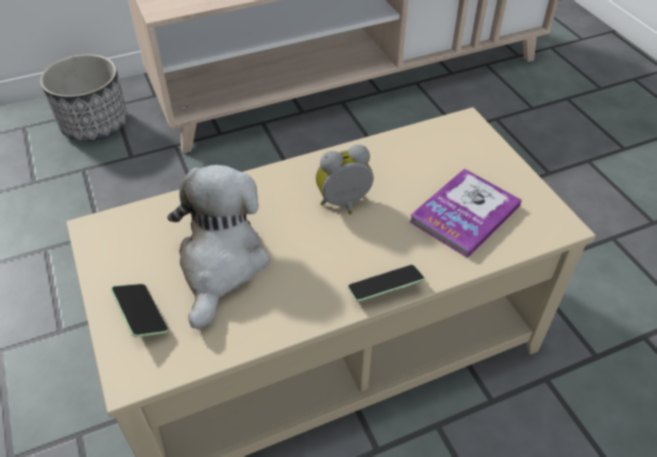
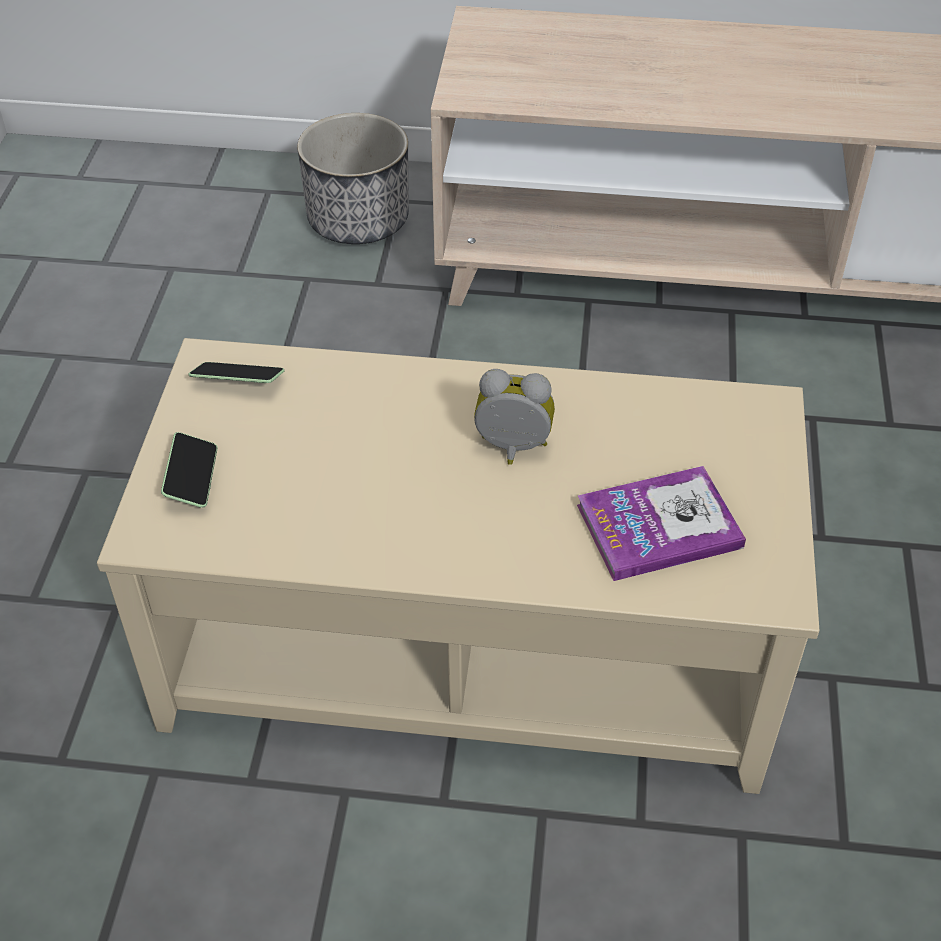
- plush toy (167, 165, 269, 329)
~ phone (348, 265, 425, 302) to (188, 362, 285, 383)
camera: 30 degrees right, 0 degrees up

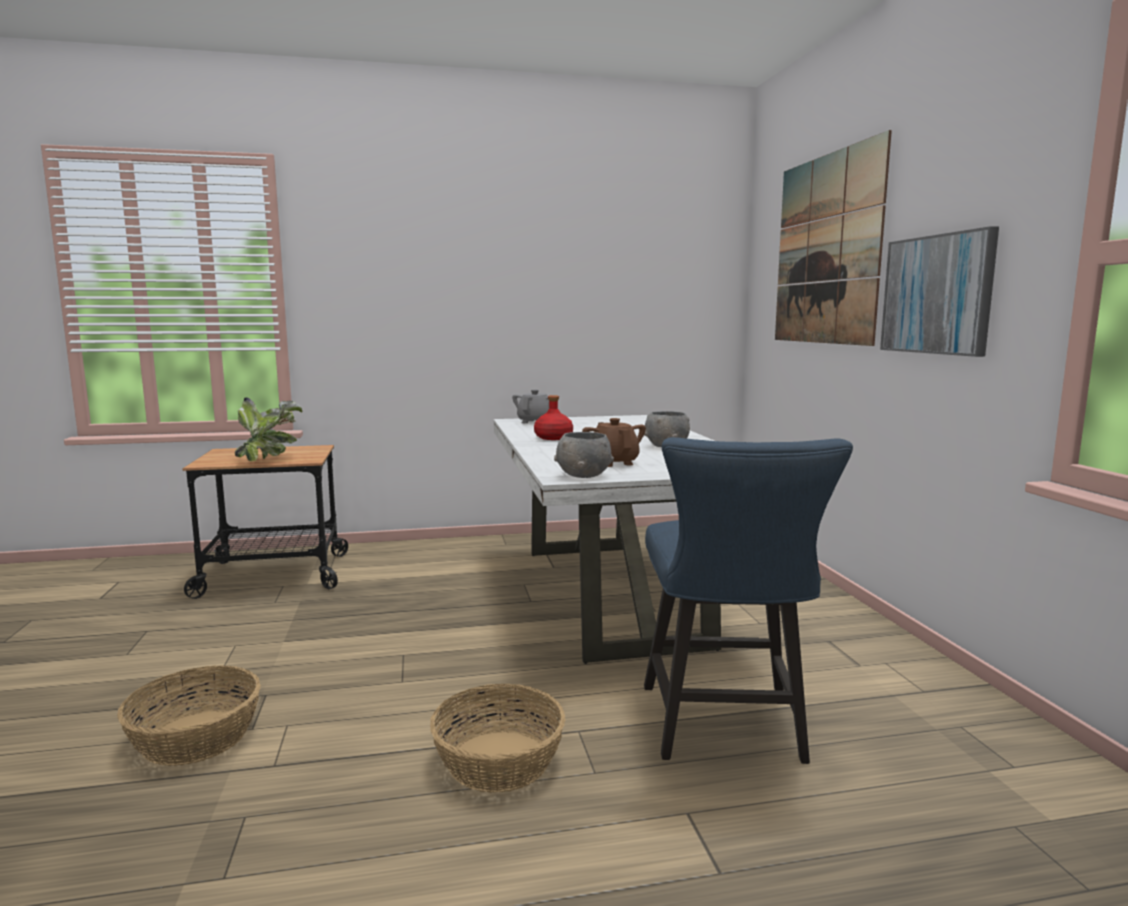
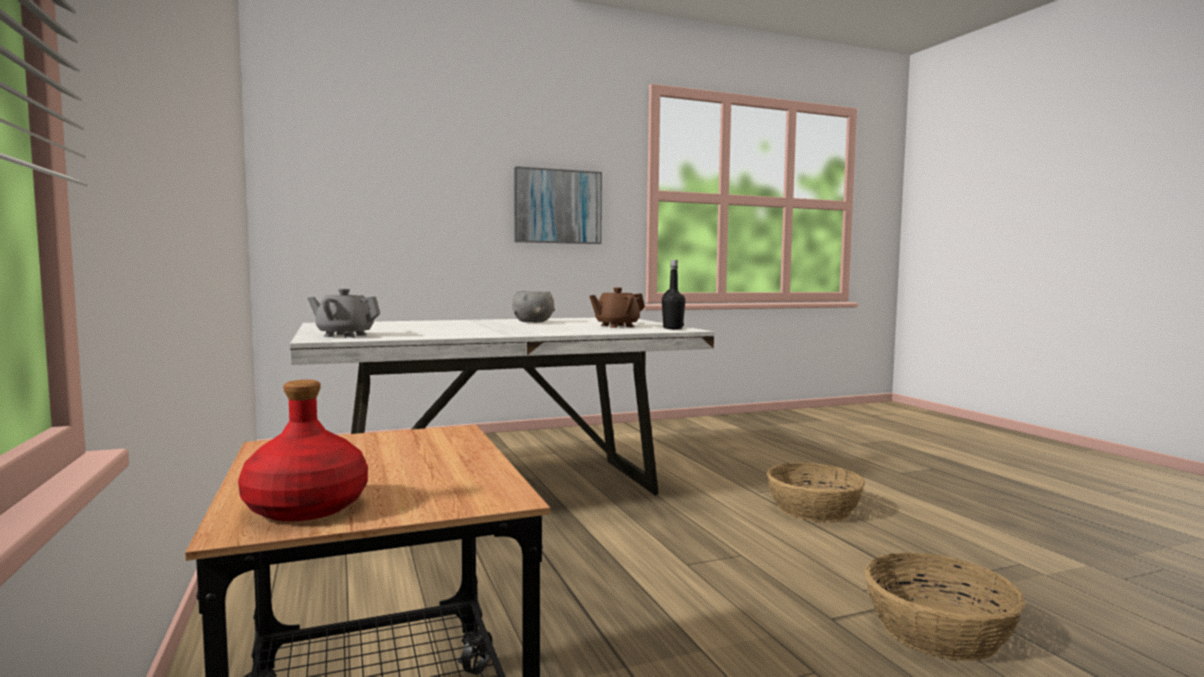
- potted plant (235, 397, 303, 461)
~ bottle (red) (534, 395, 573, 440) to (238, 380, 368, 521)
~ bowl (grey) (554, 432, 614, 478) to bottle (black) (662, 260, 685, 329)
- chair (blue) (644, 437, 853, 764)
- picture (775, 130, 892, 346)
camera: 100 degrees left, 5 degrees down

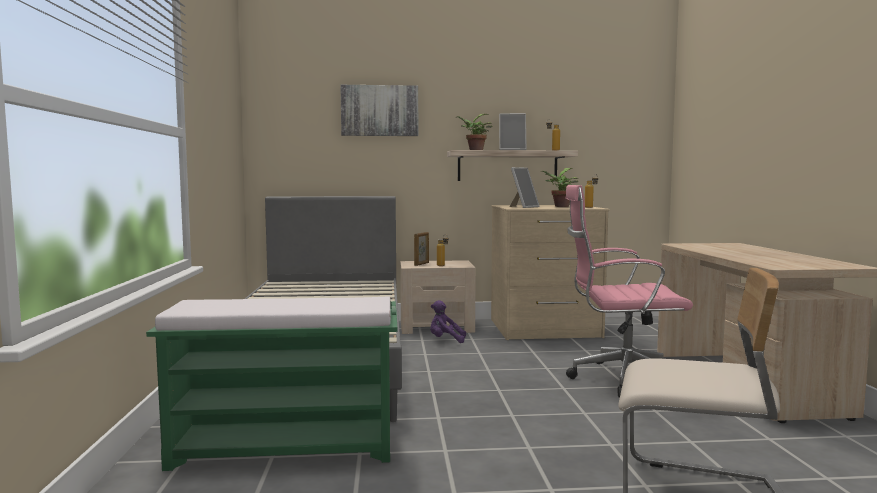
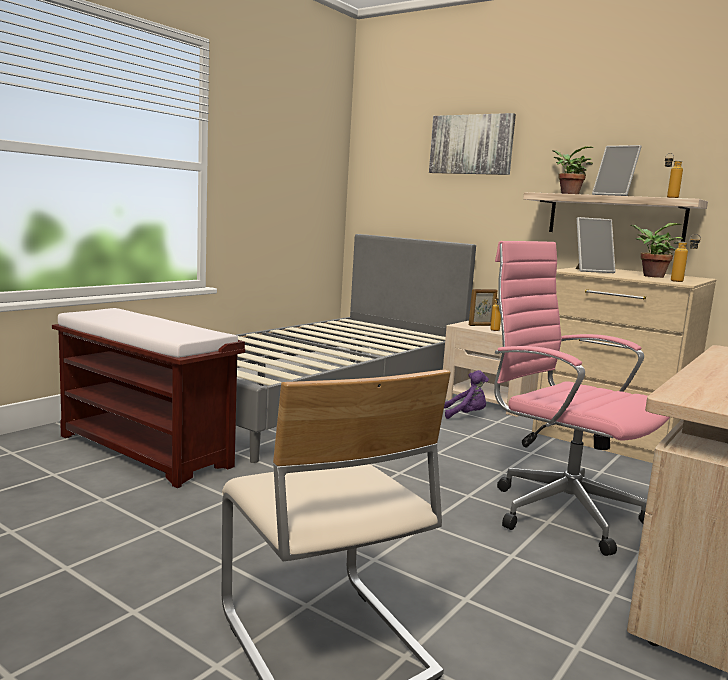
~ bench (green) (146, 296, 397, 471) to bench (brown) (52, 308, 245, 488)
~ plush toy (purple) (430, 300, 466, 343) = (444, 370, 489, 419) 135 degrees clockwise
camera: 40 degrees right, 5 degrees up

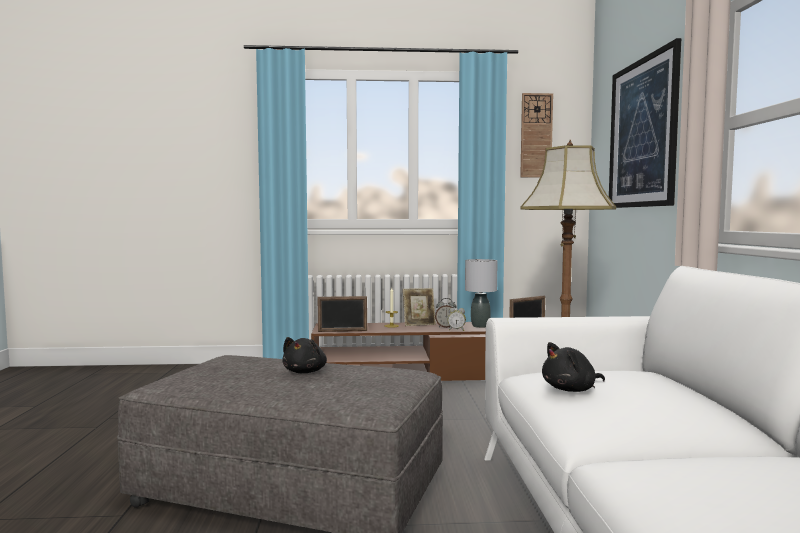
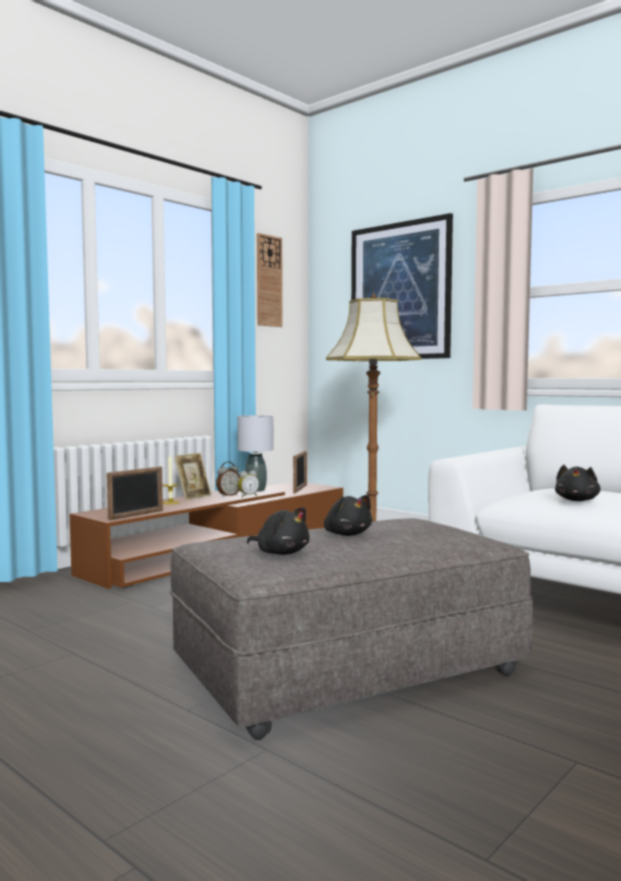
+ plush toy (black) (247, 507, 310, 555)
camera: 45 degrees left, 0 degrees up

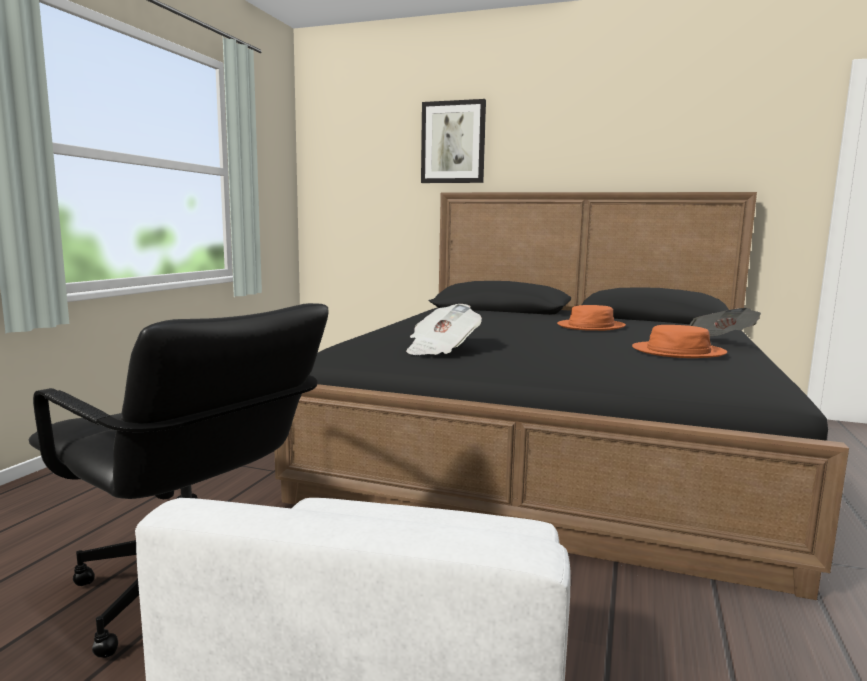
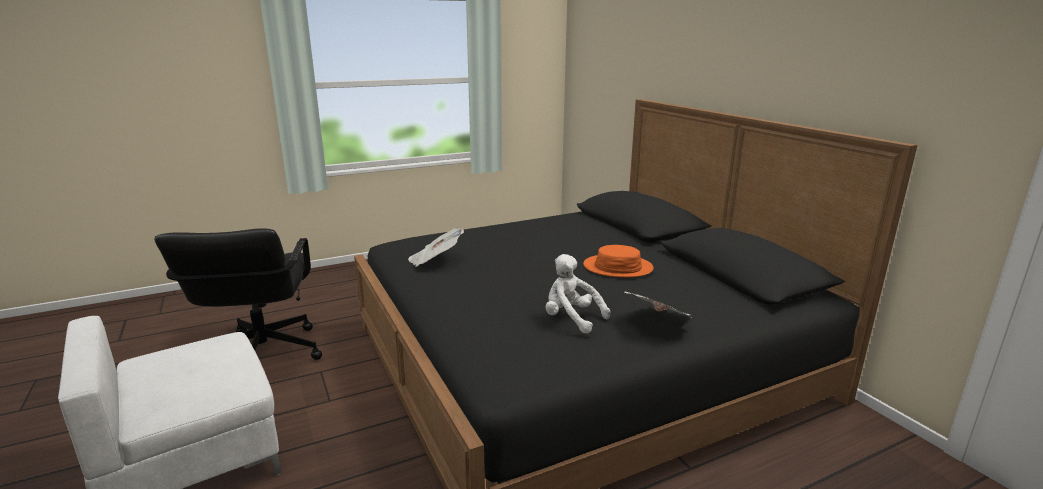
- picture (421, 99, 486, 183)
~ hat (orange) (632, 325, 727, 358) to plush toy (white) (545, 254, 610, 334)
camera: 45 degrees right, 10 degrees up

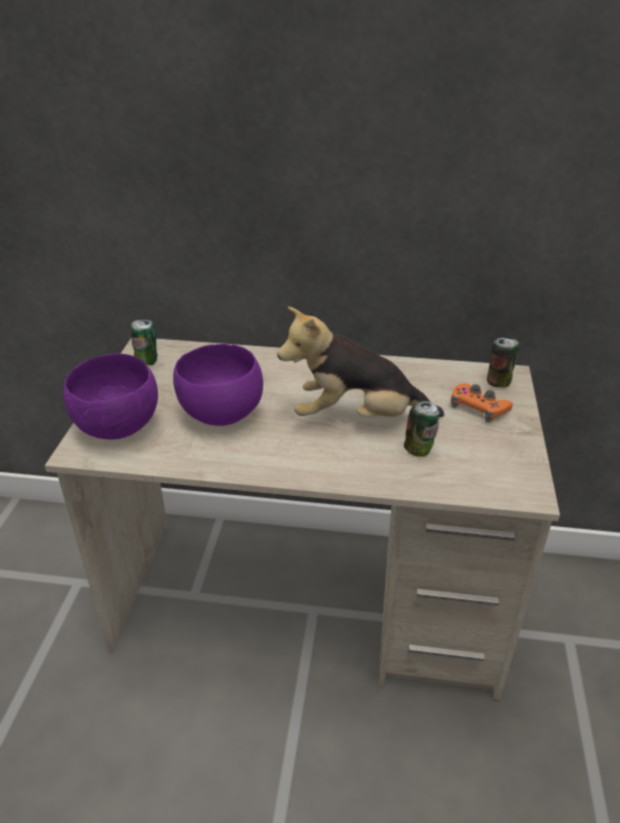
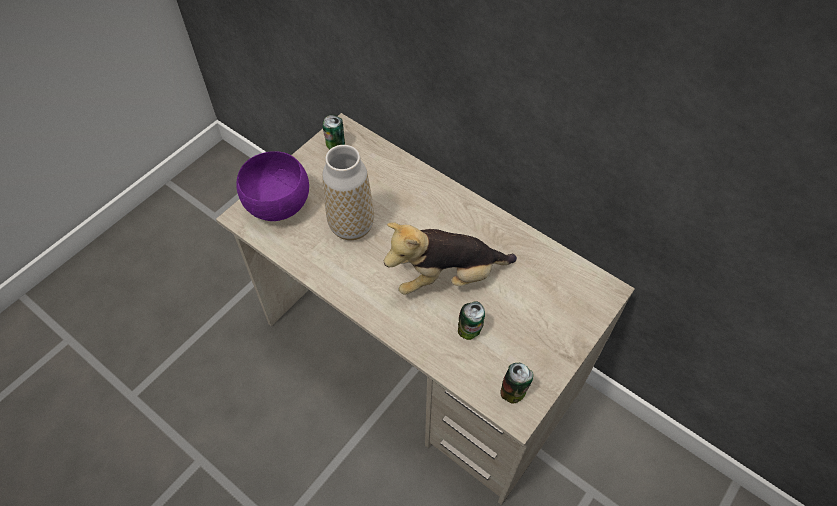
~ bowl (purple) (173, 344, 263, 426) to vase (322, 145, 374, 240)
~ plush toy (277, 307, 444, 417) = (384, 222, 517, 295) 45 degrees counterclockwise
- game controller (orange) (451, 383, 513, 423)
~ can (487, 338, 519, 387) to (501, 363, 533, 404)
camera: 30 degrees right, 20 degrees up

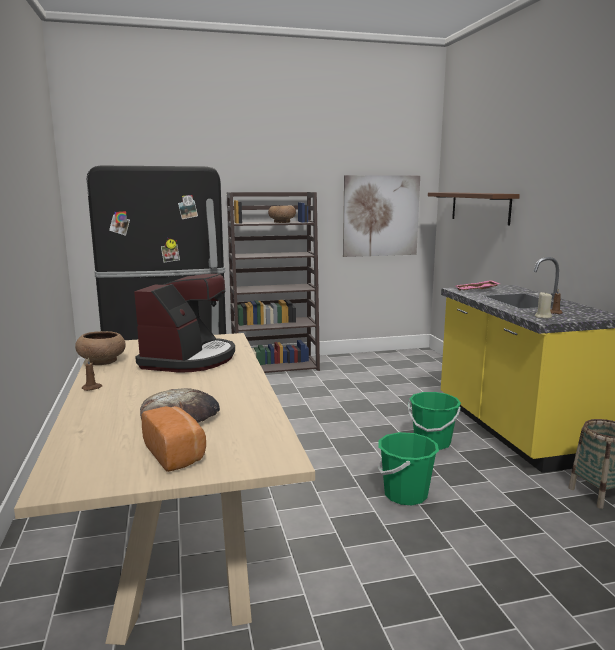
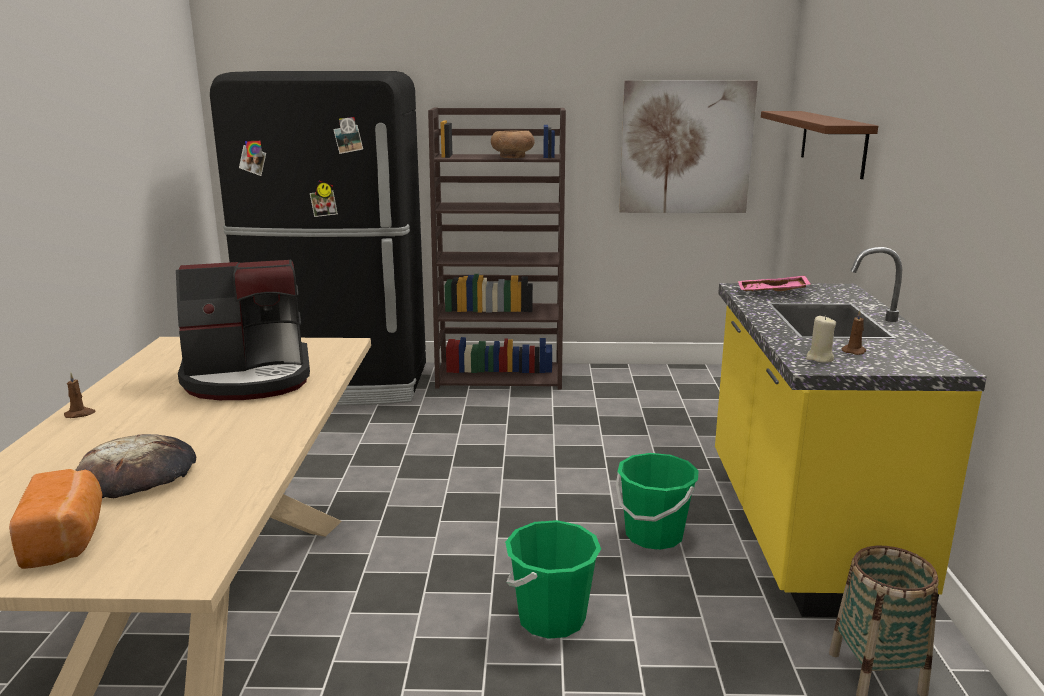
- bowl (brown) (75, 331, 125, 365)
~ coffee machine (134, 273, 235, 373) = (176, 260, 310, 400) 45 degrees clockwise
camera: 15 degrees right, 5 degrees up

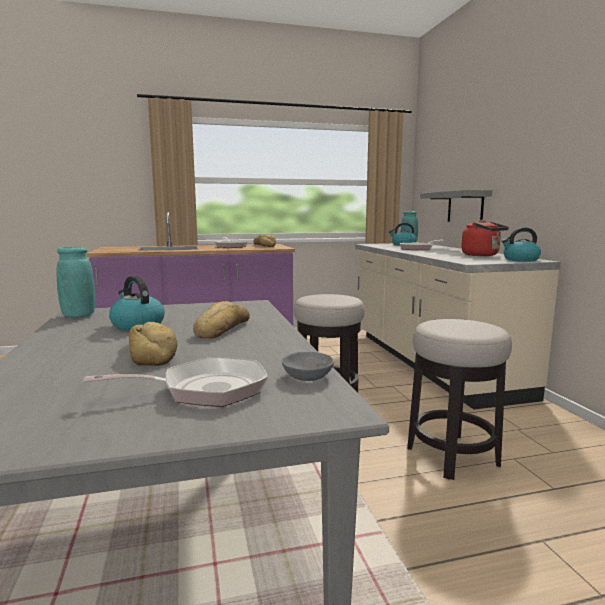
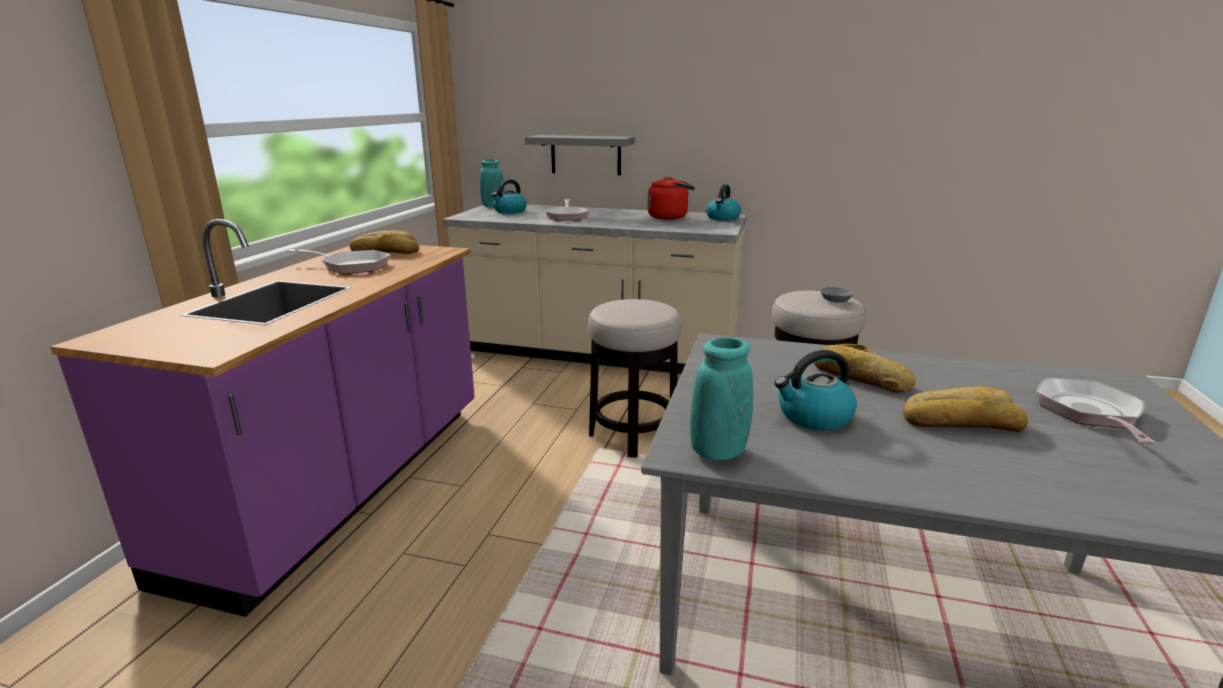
~ bowl (grey) (282, 352, 334, 381) to (820, 287, 853, 303)
camera: 60 degrees left, 10 degrees up

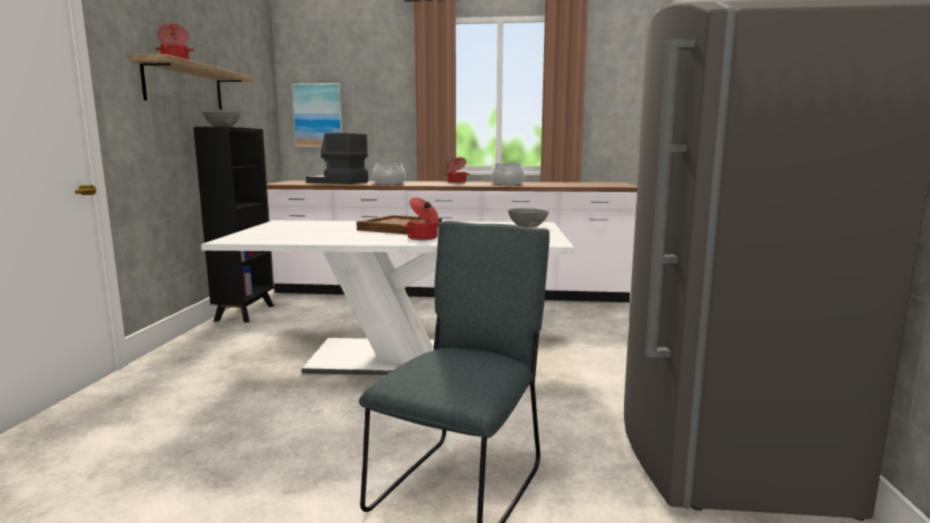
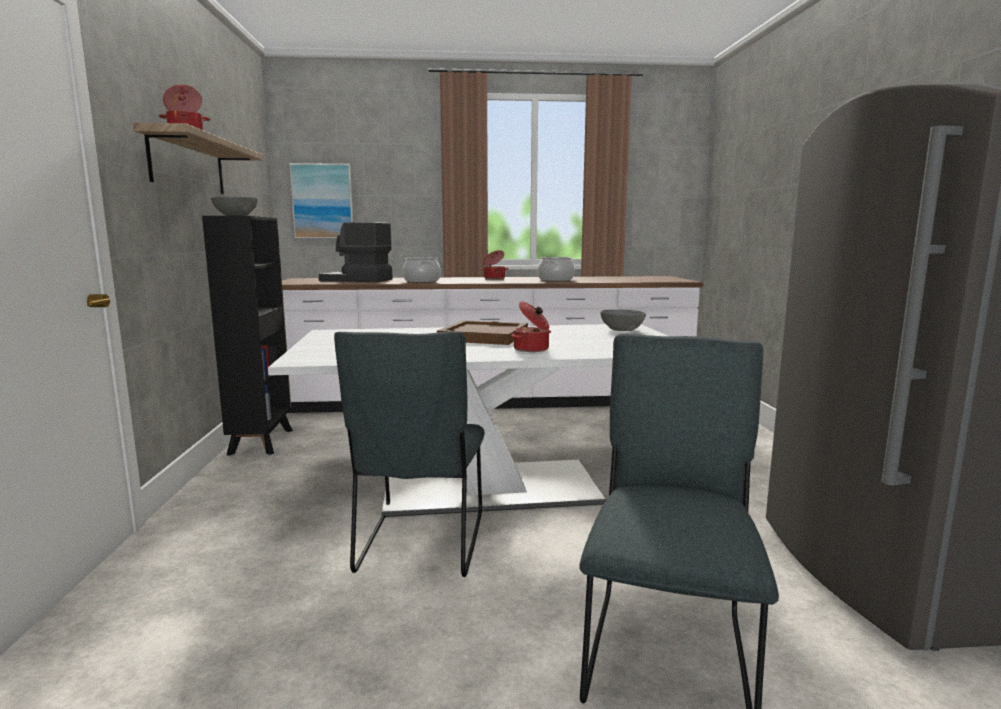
+ chair (grey) (334, 331, 485, 577)
camera: 10 degrees left, 0 degrees up

